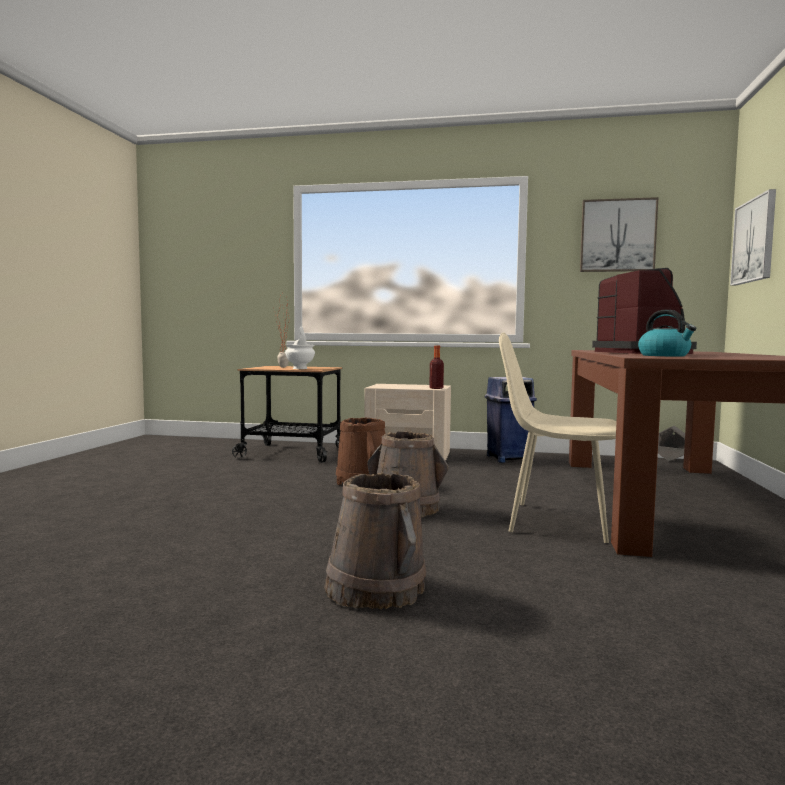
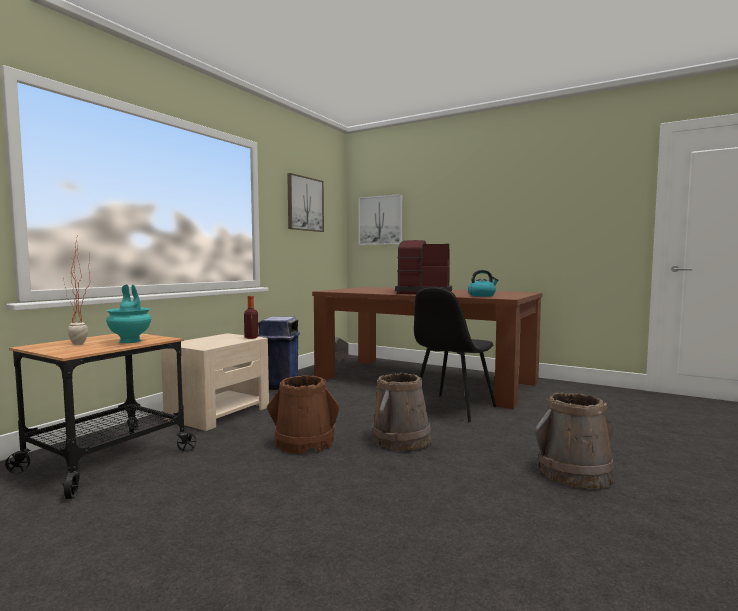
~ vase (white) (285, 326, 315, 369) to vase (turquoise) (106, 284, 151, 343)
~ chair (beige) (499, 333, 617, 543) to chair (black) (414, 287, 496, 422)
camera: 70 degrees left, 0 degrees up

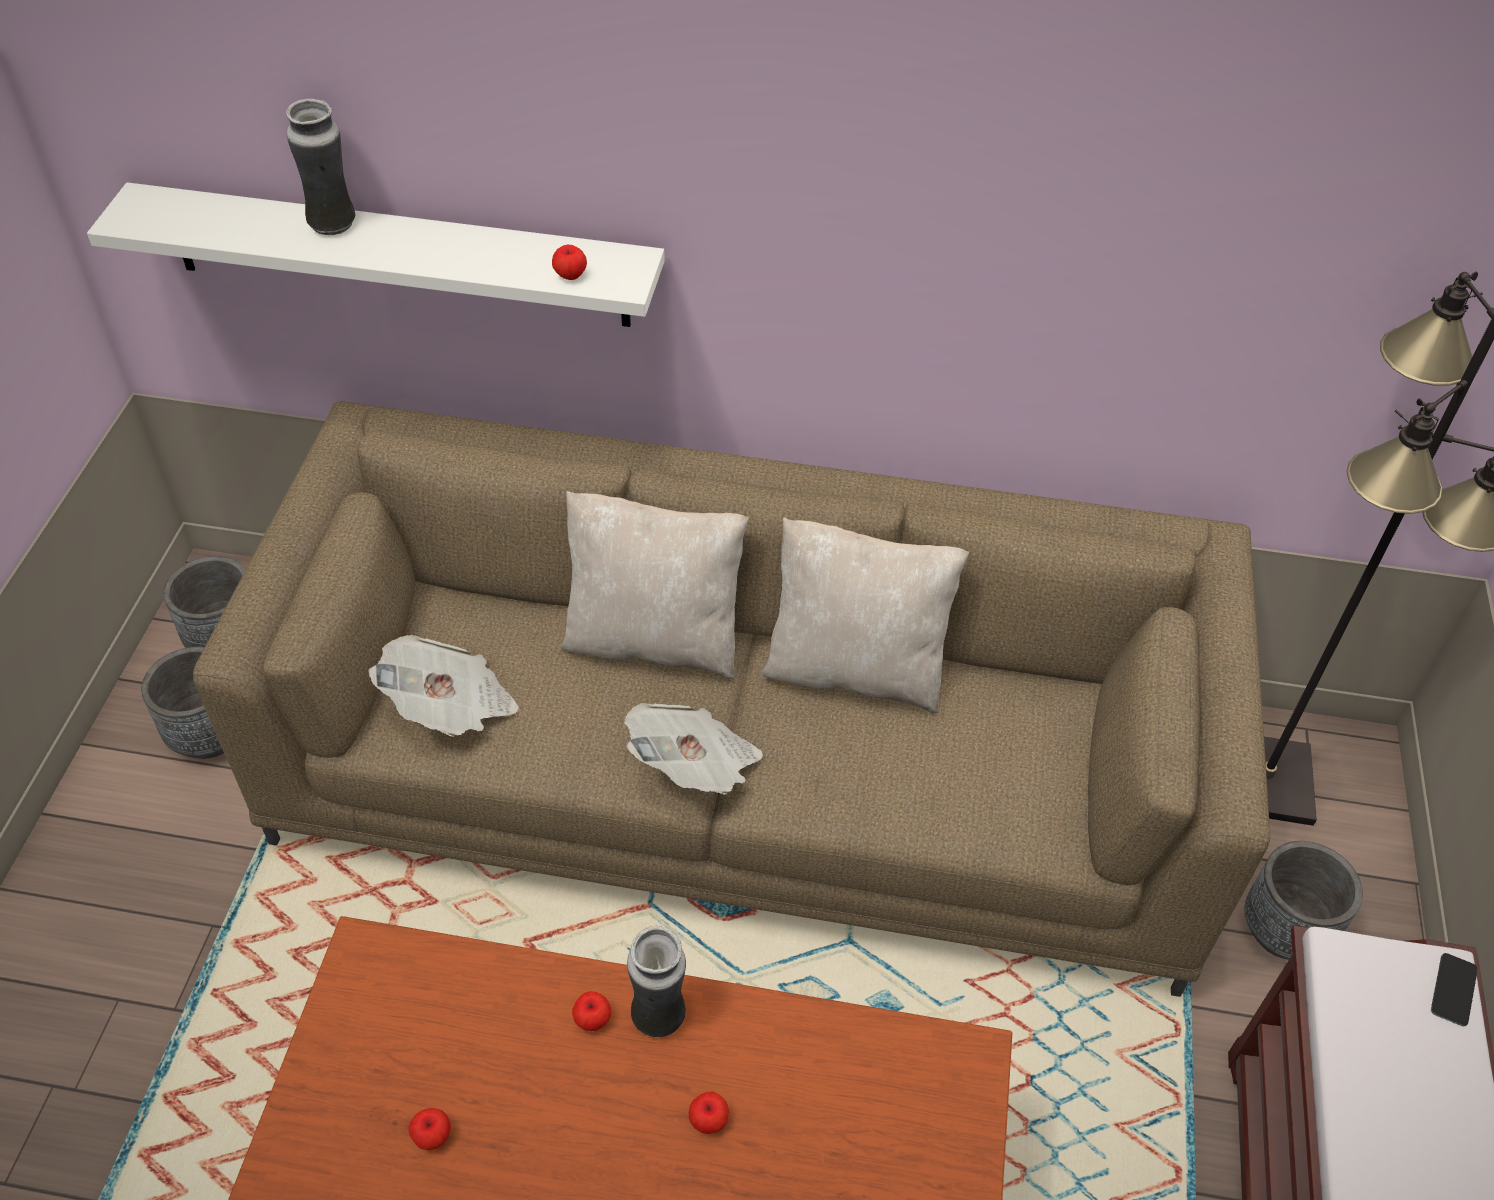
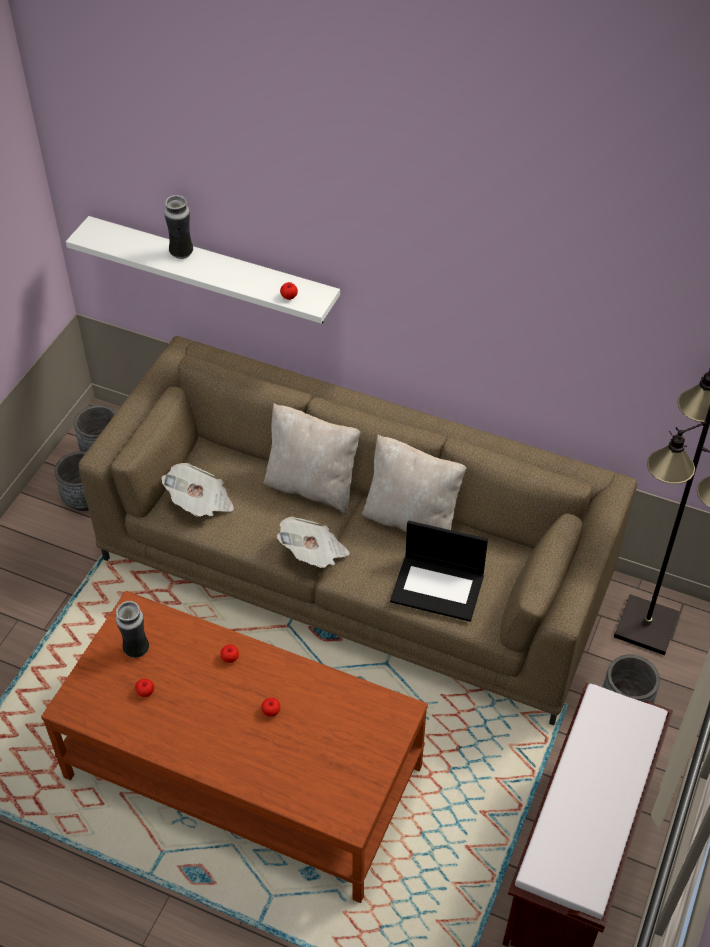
~ vase (627, 926, 686, 1037) to (116, 601, 149, 658)
- phone (1431, 953, 1478, 1026)
+ laptop (390, 521, 488, 622)
camera: 15 degrees right, 0 degrees up

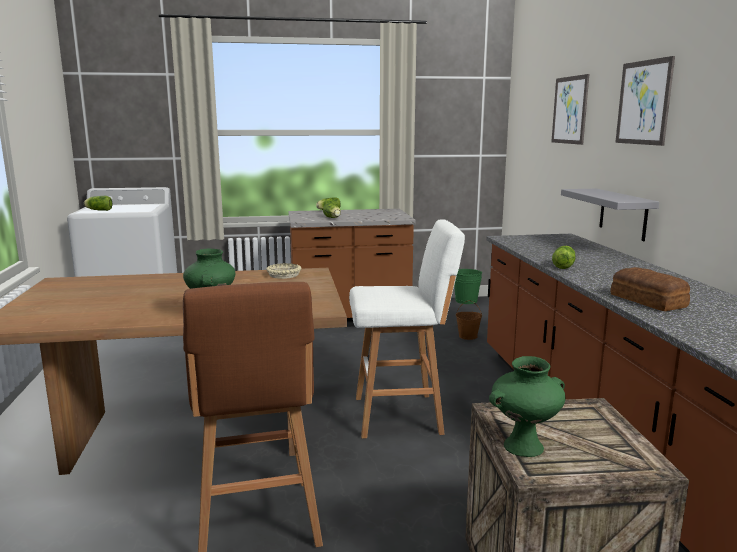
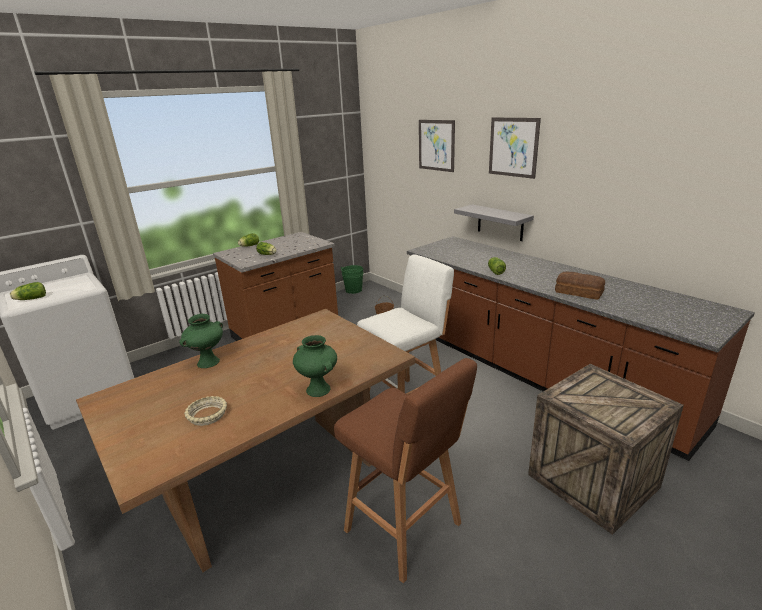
~ bowl (beige) (266, 263, 302, 279) to (184, 396, 227, 426)
~ vase (green) (489, 356, 565, 457) to (179, 314, 223, 368)
camera: 30 degrees left, 10 degrees up

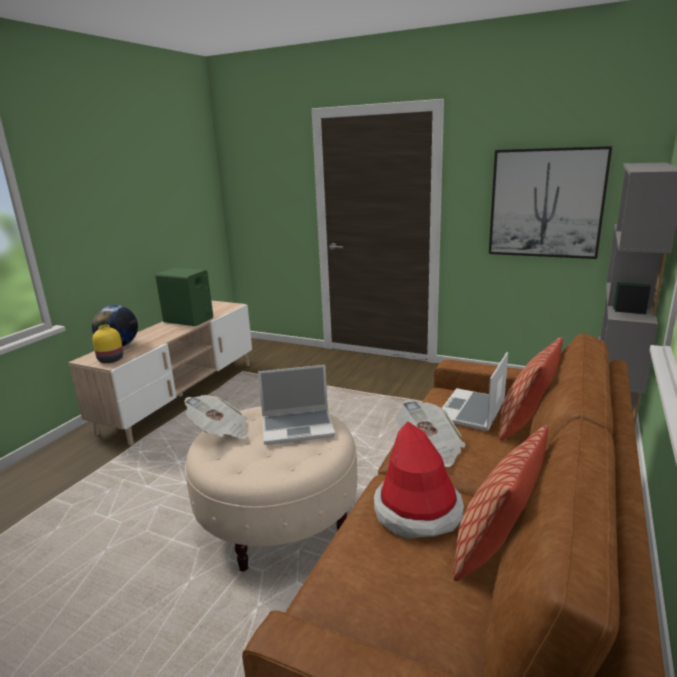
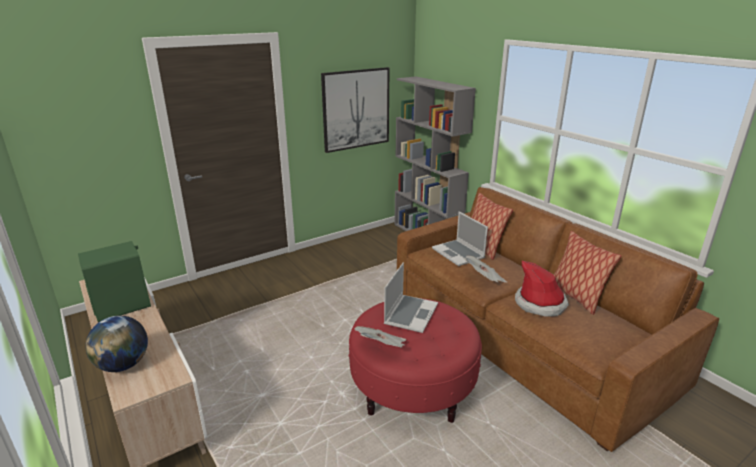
- vase (yellow) (92, 325, 123, 363)
~ ottoman (beige) (185, 406, 358, 572) to ottoman (red) (349, 298, 482, 423)
camera: 60 degrees left, 5 degrees up

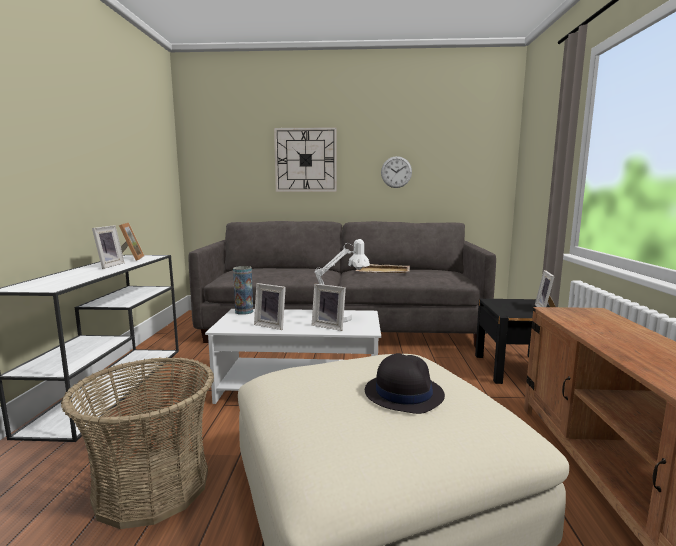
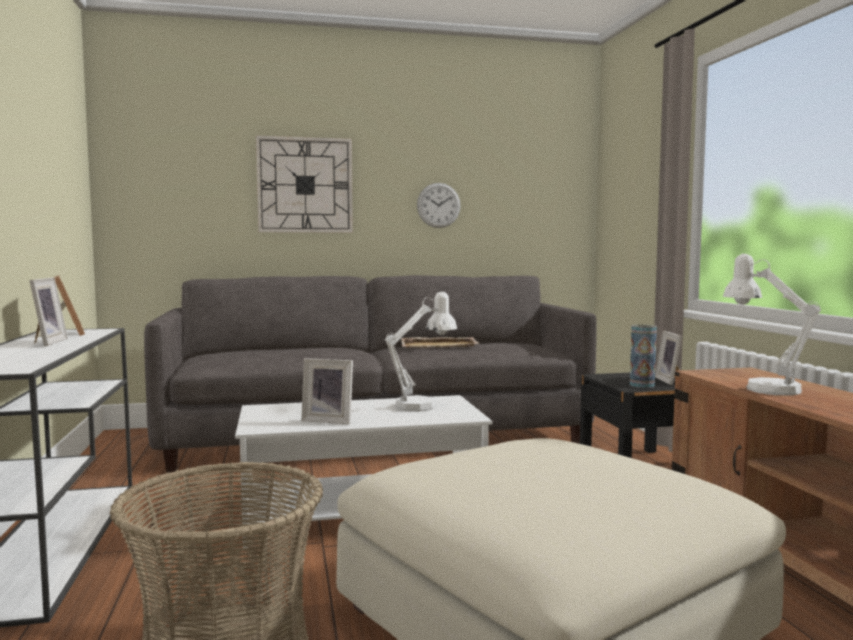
~ vase (233, 266, 253, 315) to (630, 324, 657, 388)
- picture frame (312, 284, 346, 331)
- hat (black) (365, 353, 445, 414)
+ table lamp (white) (723, 254, 821, 396)
camera: 15 degrees left, 5 degrees down

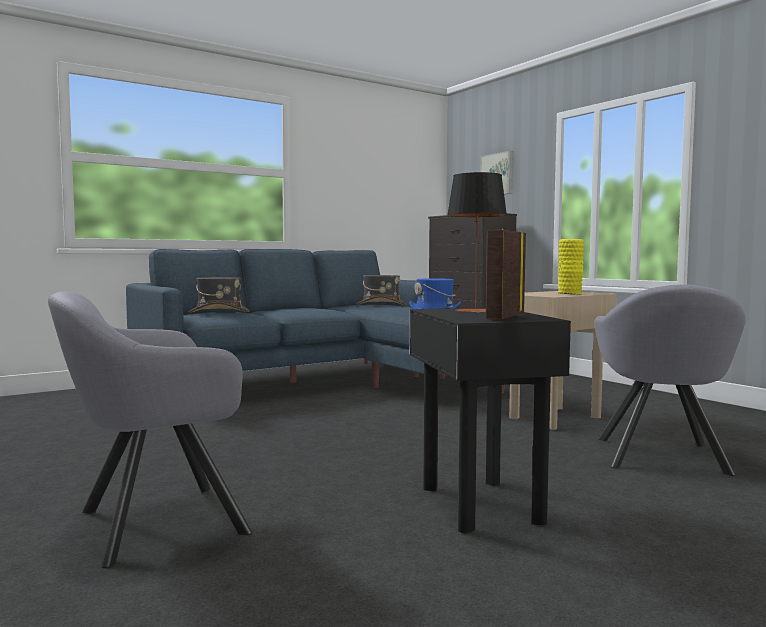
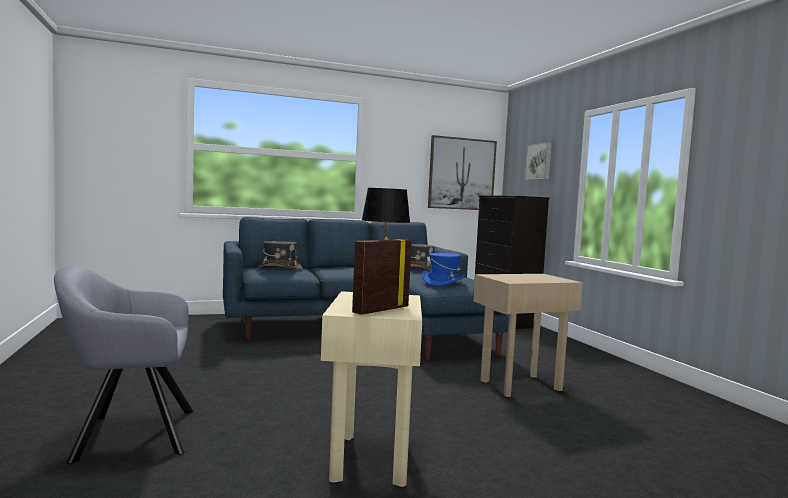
~ side table (black) (410, 308, 571, 533) to side table (beige) (321, 291, 422, 487)
- vase (yellow) (558, 239, 584, 294)
- armchair (grey) (594, 284, 746, 476)
+ picture (428, 135, 497, 210)
camera: 15 degrees right, 0 degrees up

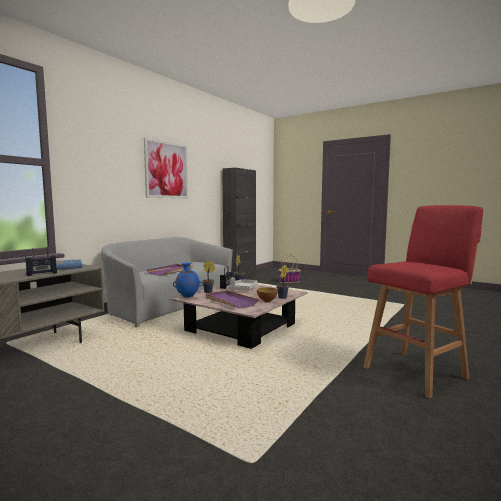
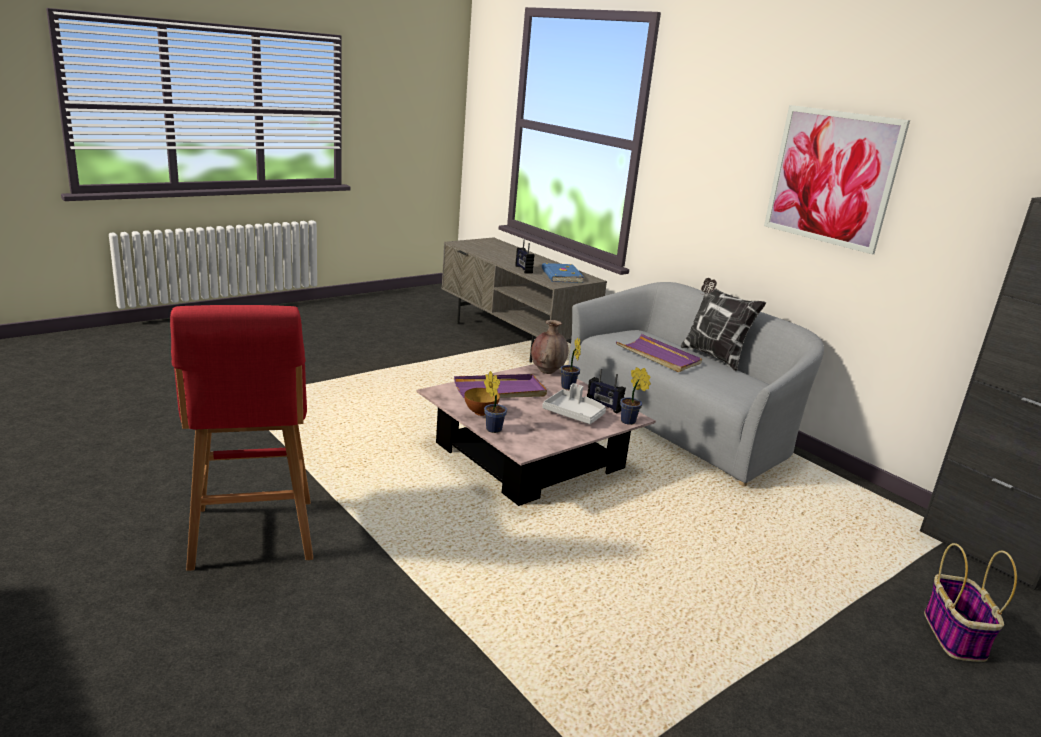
~ vase (blue) (173, 262, 202, 297) to vase (brown) (531, 320, 569, 374)
+ pillow (681, 278, 766, 371)
camera: 105 degrees right, 15 degrees up

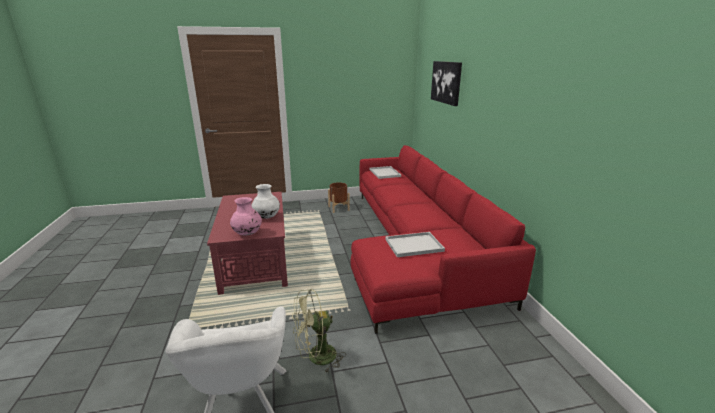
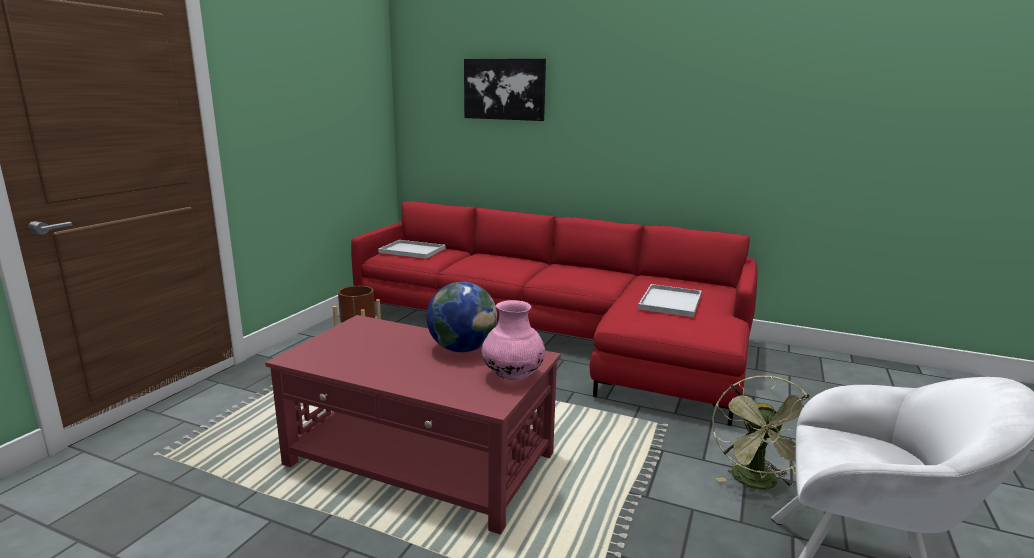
~ vase (white) (252, 184, 280, 219) to globe (426, 282, 497, 352)
camera: 55 degrees left, 5 degrees down

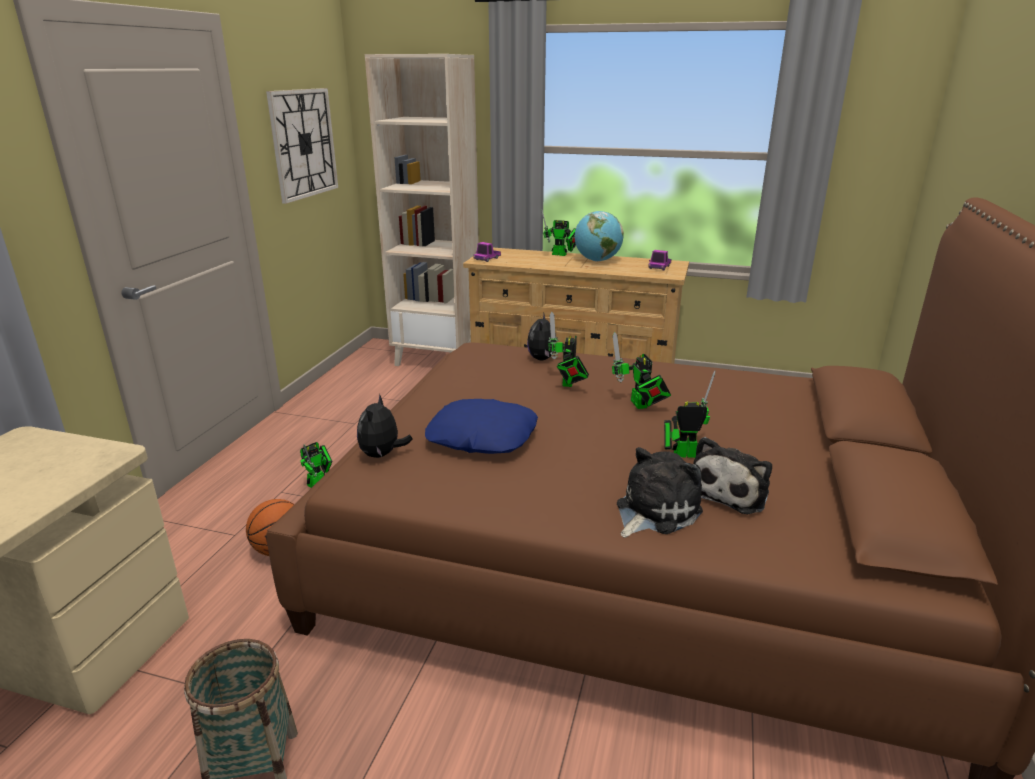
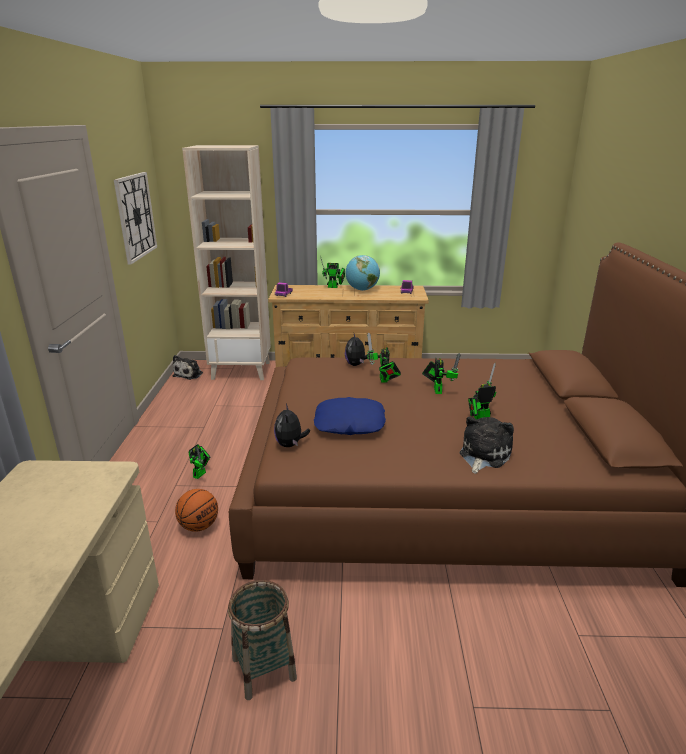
~ toy robot (612, 332, 671, 409) = (422, 353, 461, 394) 150 degrees counterclockwise
~ plush toy (693, 437, 772, 514) to (173, 355, 203, 380)
camera: 15 degrees left, 0 degrees up

